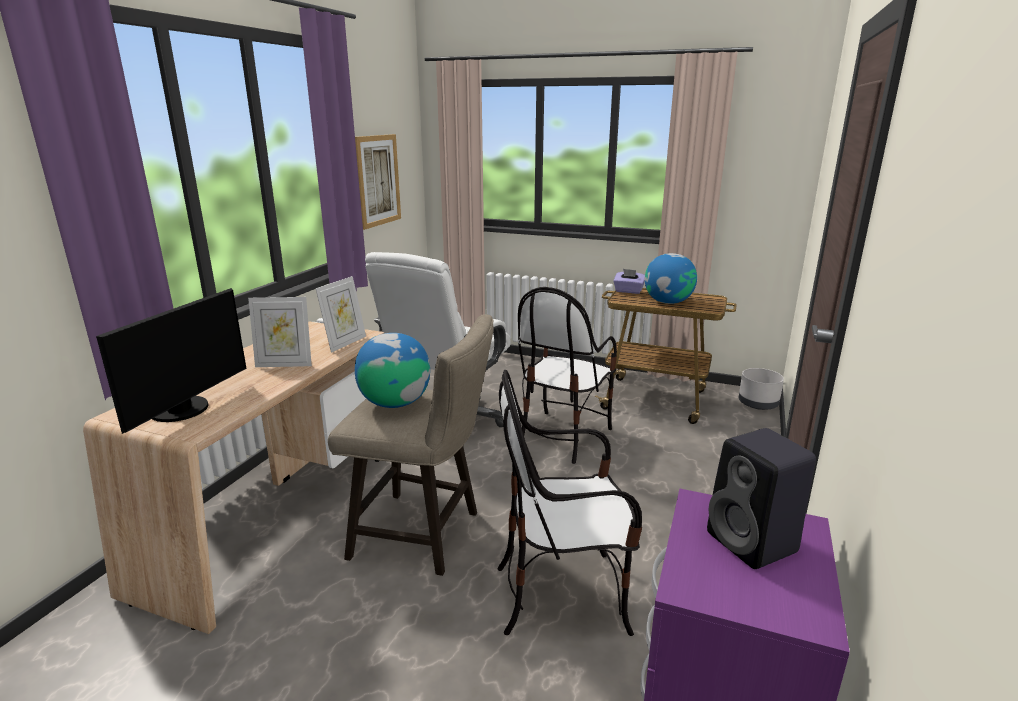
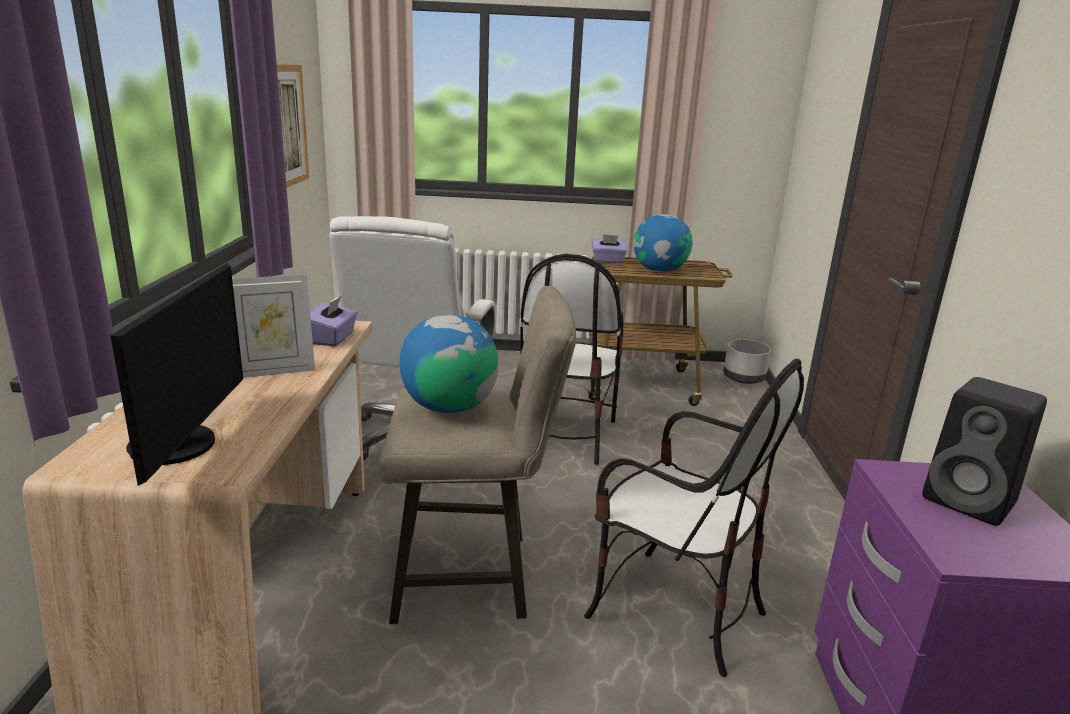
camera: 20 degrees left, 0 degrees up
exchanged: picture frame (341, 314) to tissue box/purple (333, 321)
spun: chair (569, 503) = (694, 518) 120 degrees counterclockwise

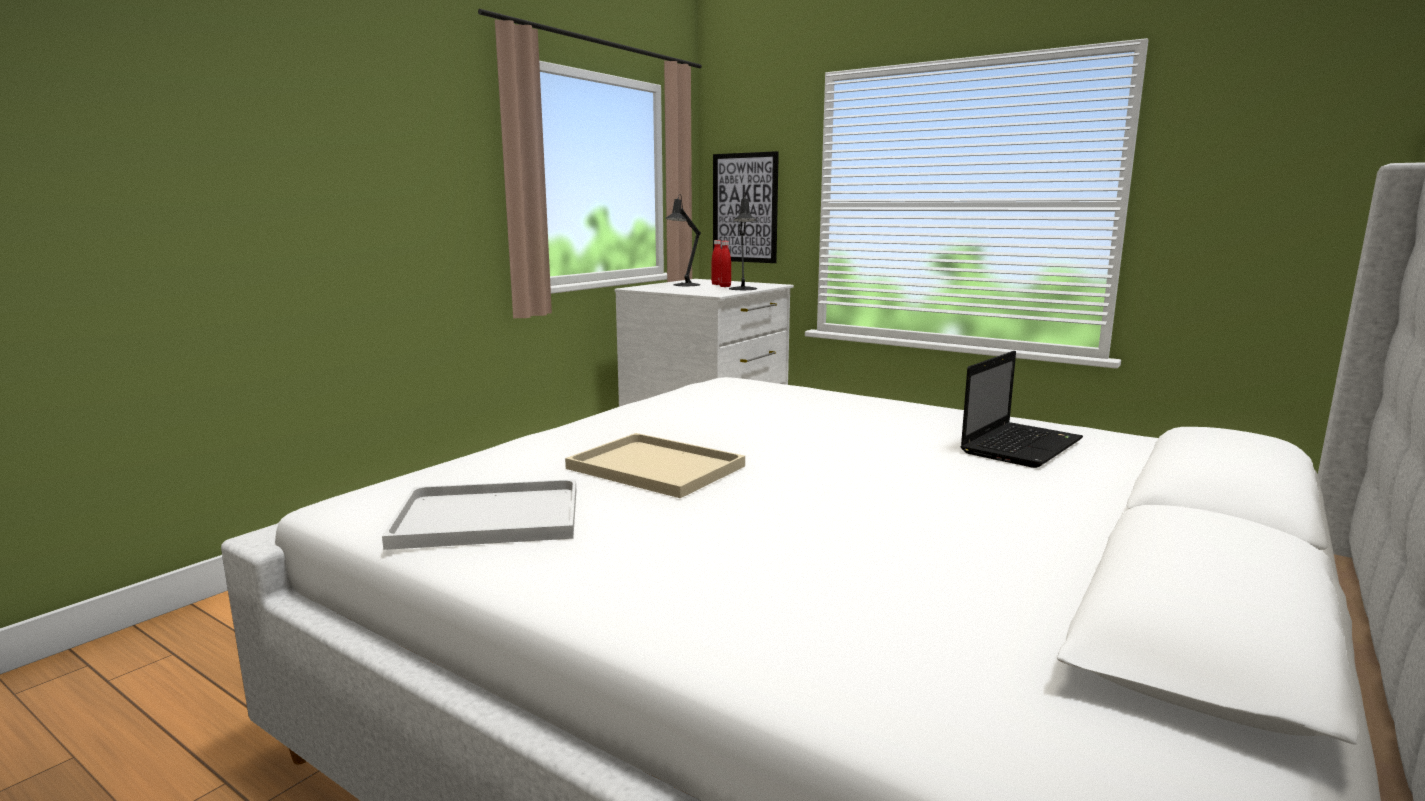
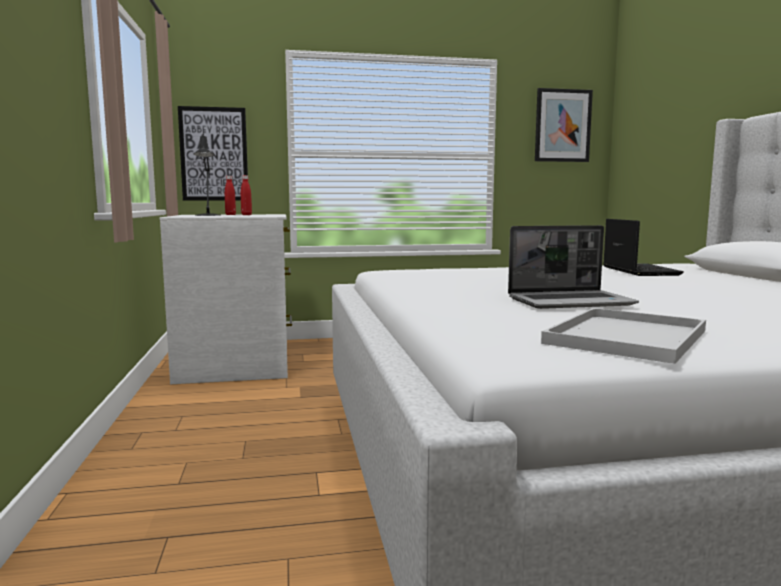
camera: 45 degrees left, 5 degrees down
missing: table lamp/black (743, 241)
appeared: picture (564, 125)
exchanged: tray/beige (655, 465) to laptop (573, 267)

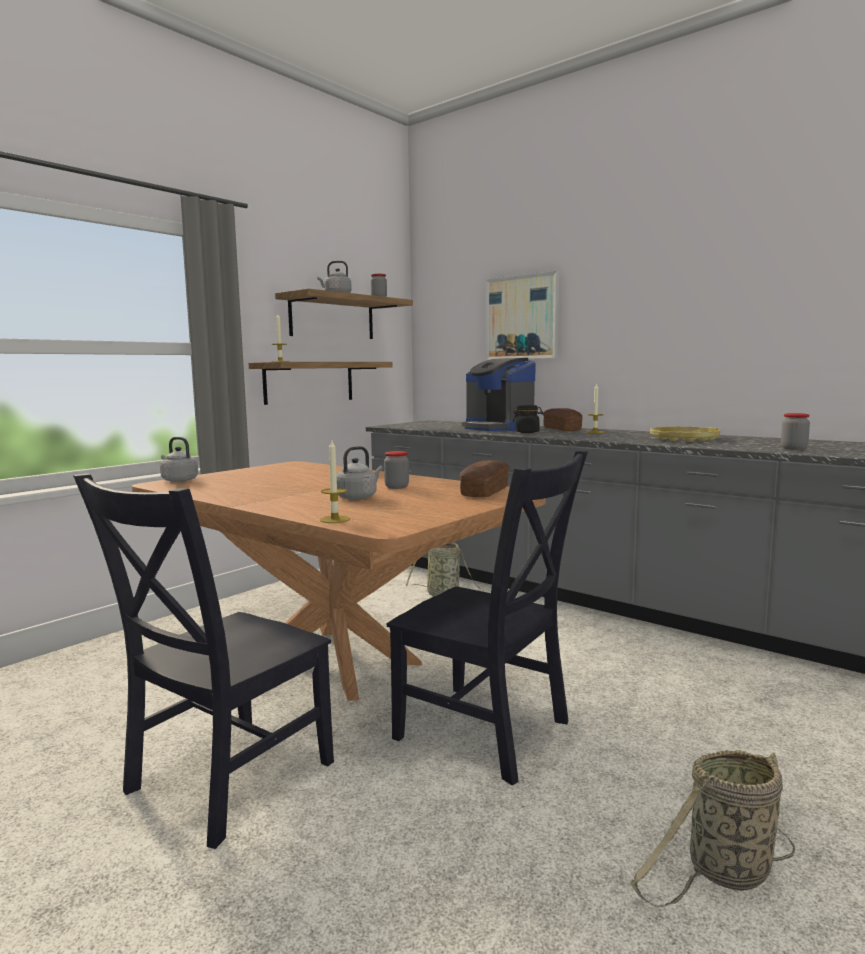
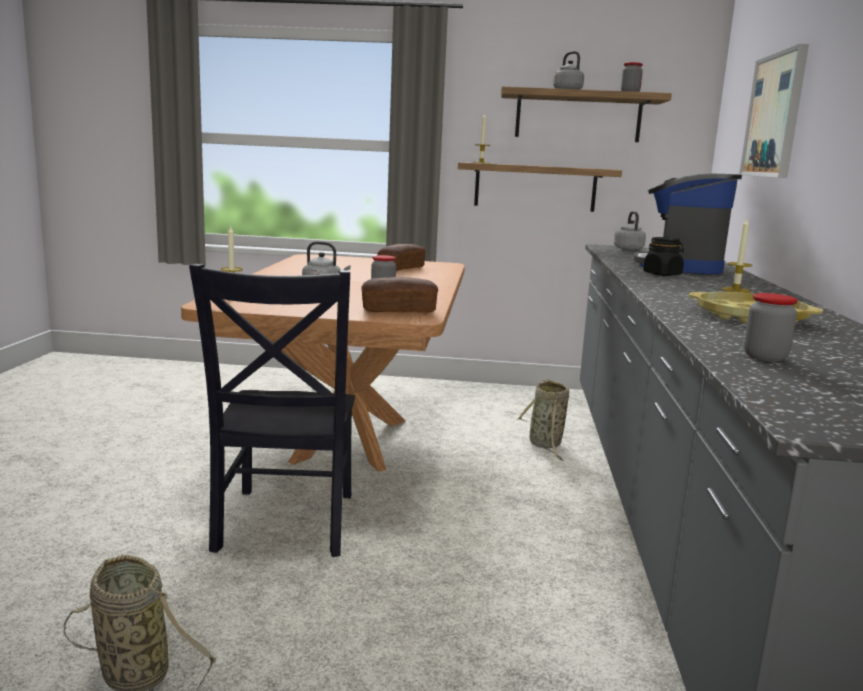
camera: 55 degrees right, 5 degrees up
missing: chair/black (203, 661)
relocated: kettle/grey (179, 459) to (630, 230); bread (562, 419) to (401, 257)

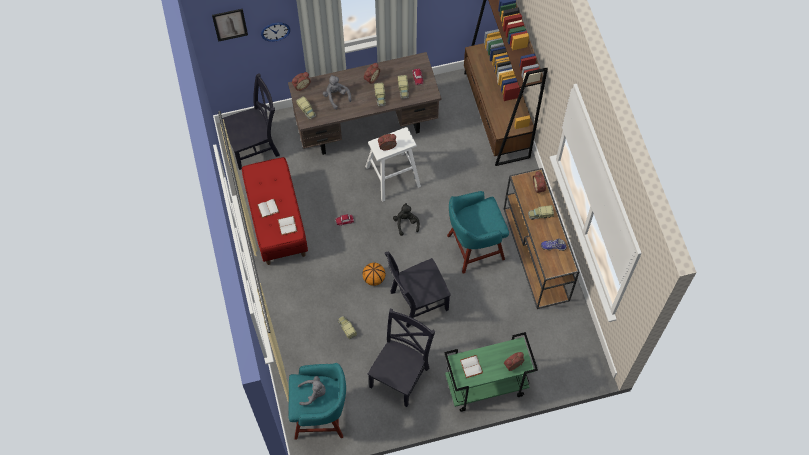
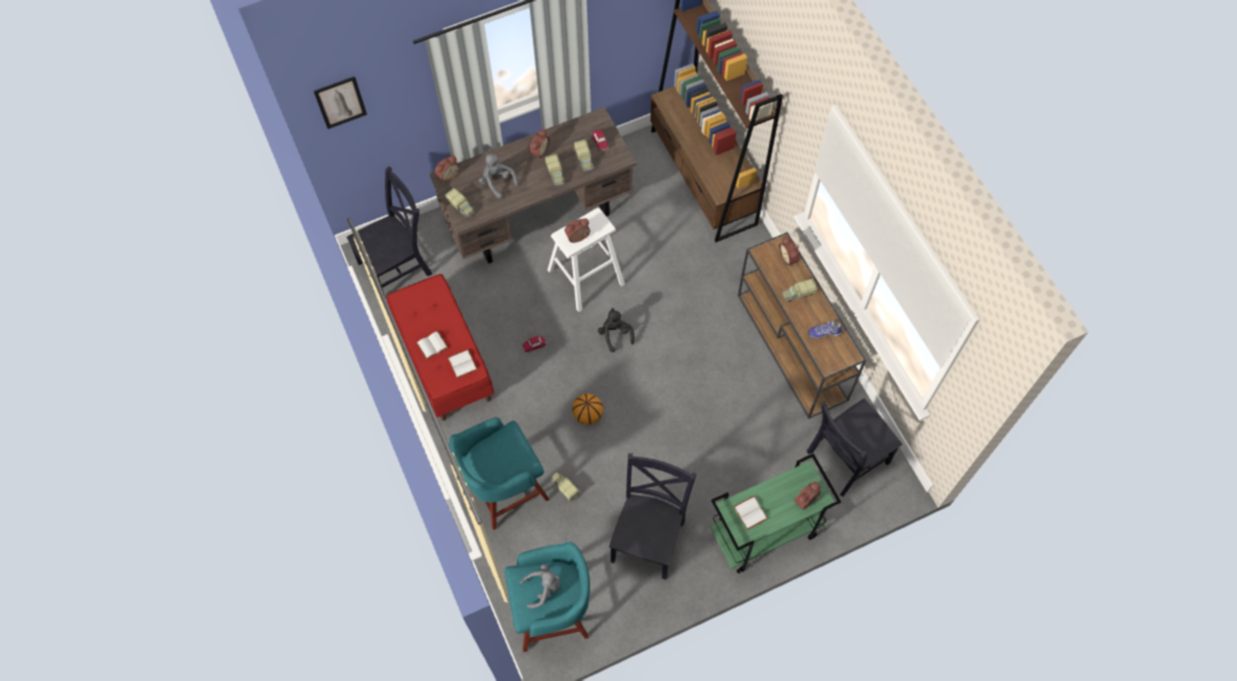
camera: 10 degrees left, 0 degrees up
missing: wall clock (275, 32)
relocated: chair/black (418, 290) to (854, 448); stool/turquoise (478, 232) to (499, 473)

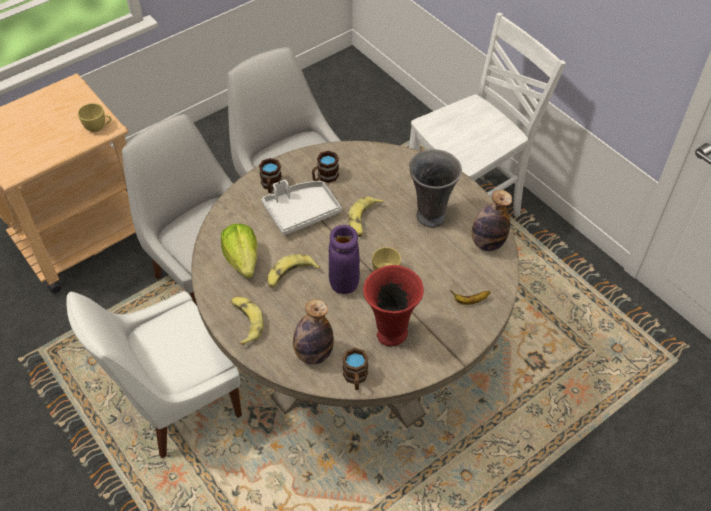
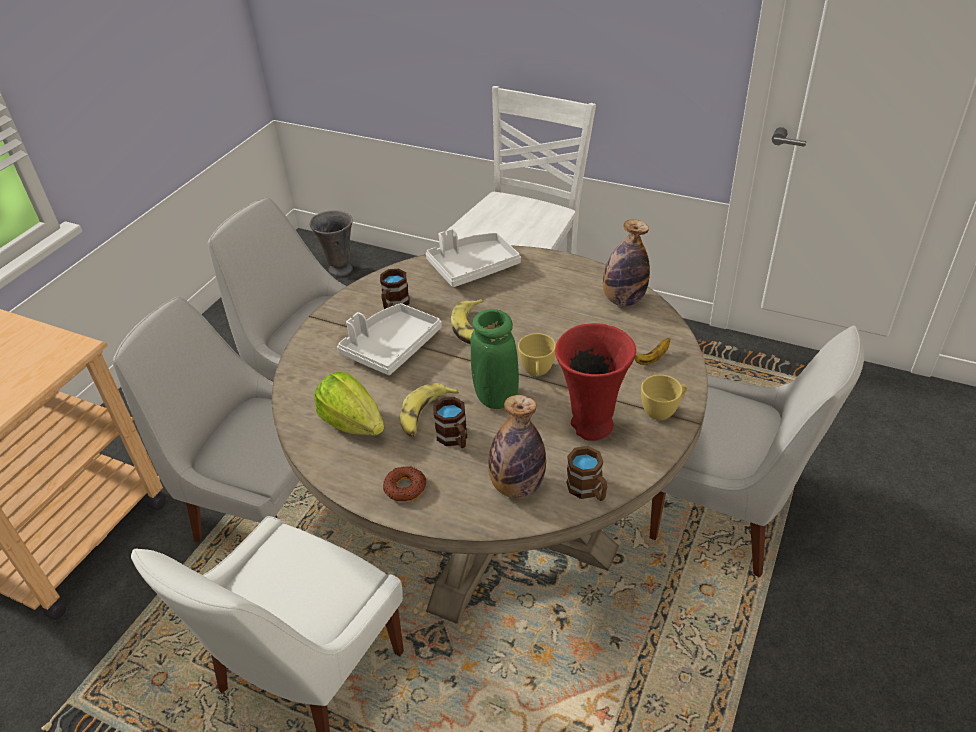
camera: 25 degrees left, 10 degrees down
appeared: tray/white (473, 258); chair/white (757, 451)
relocated: cup/yellow (94, 117) to (664, 397); mug/brown (270, 175) to (450, 422); vase/grey (435, 188) to (331, 243)
exchanged: banana (247, 321) to donut (404, 484)
colour: vase/purple (344, 259) to vase/green (495, 359)

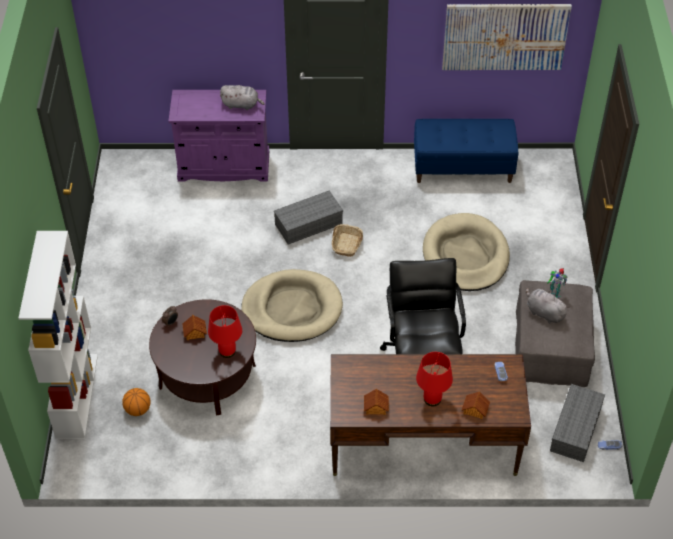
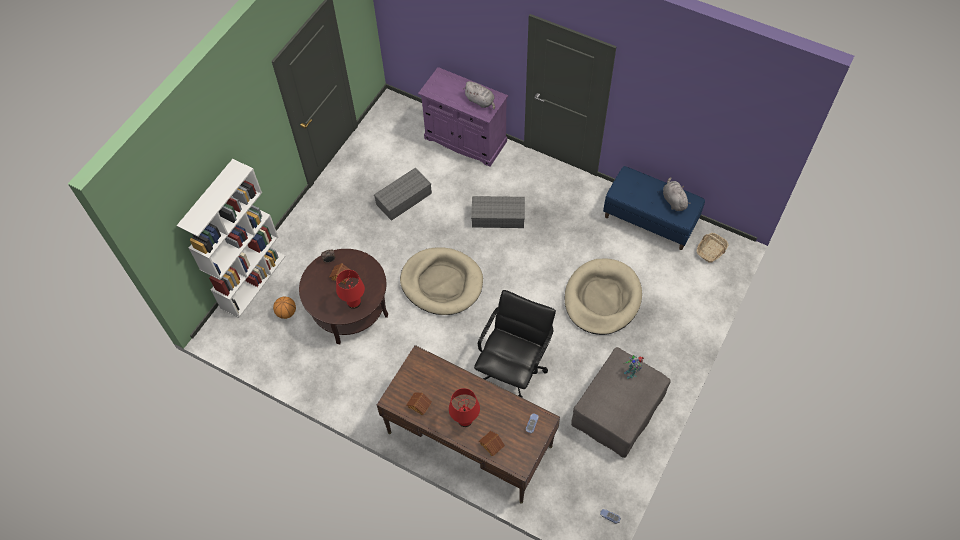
camera: 30 degrees right, 10 degrees up
missing: picture (507, 37)
relocated: basket (347, 240) to (712, 248); plush toy/grey (548, 305) to (677, 194); storage box/grey (577, 423) to (403, 194)

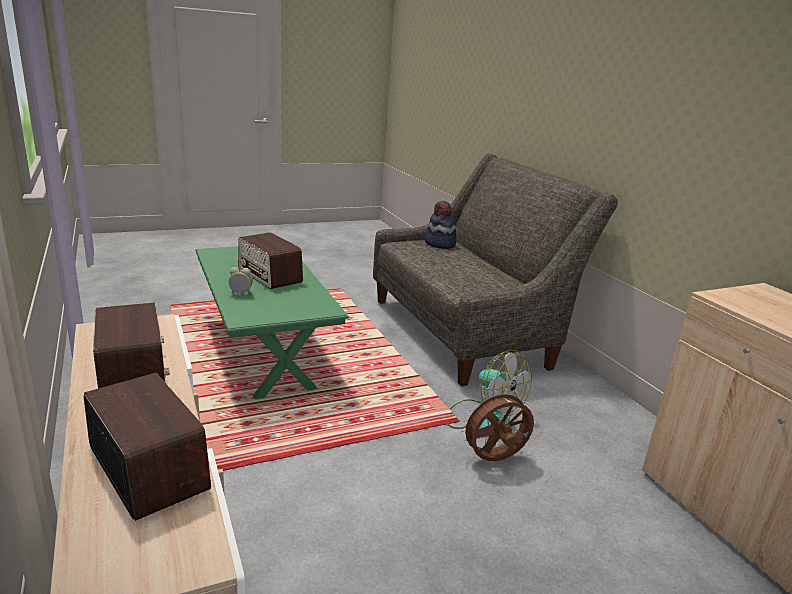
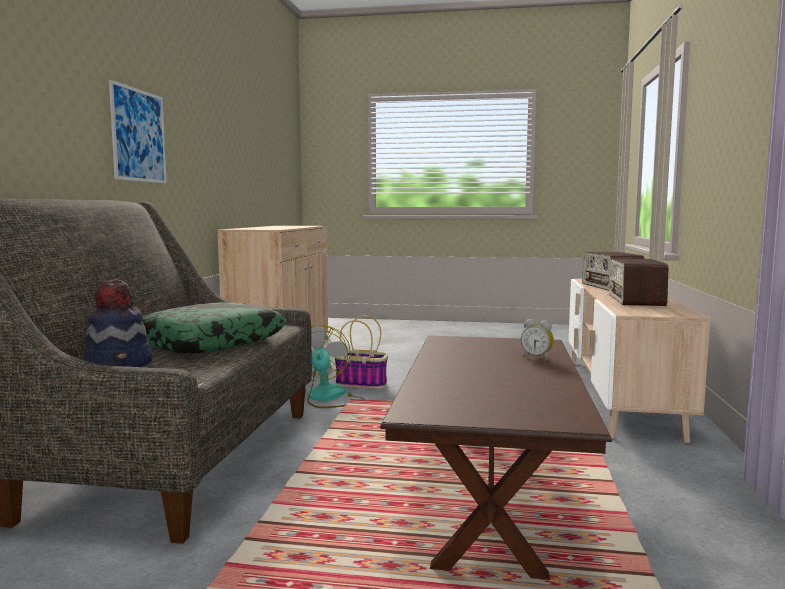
camera: 145 degrees left, 15 degrees down
missing: radio (270, 260)
appeared: picture (138, 131); pillow (214, 327)
exchanged: fan/brown (497, 425) to basket (361, 352)
colour: coffee table/green (272, 322) to coffee table/brown (496, 458)

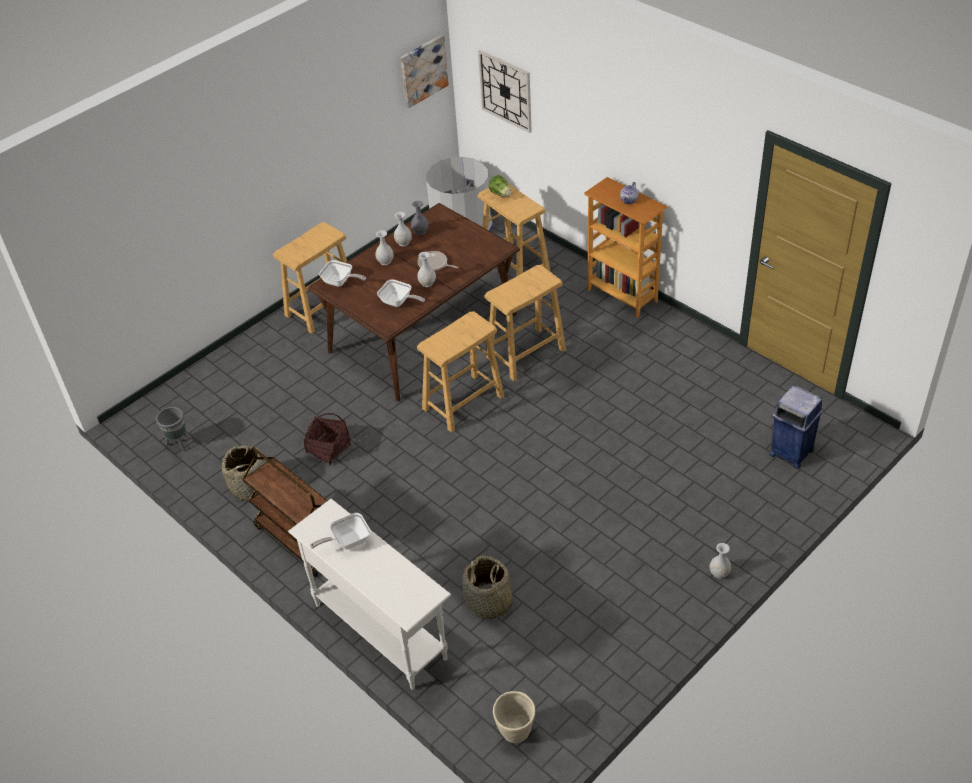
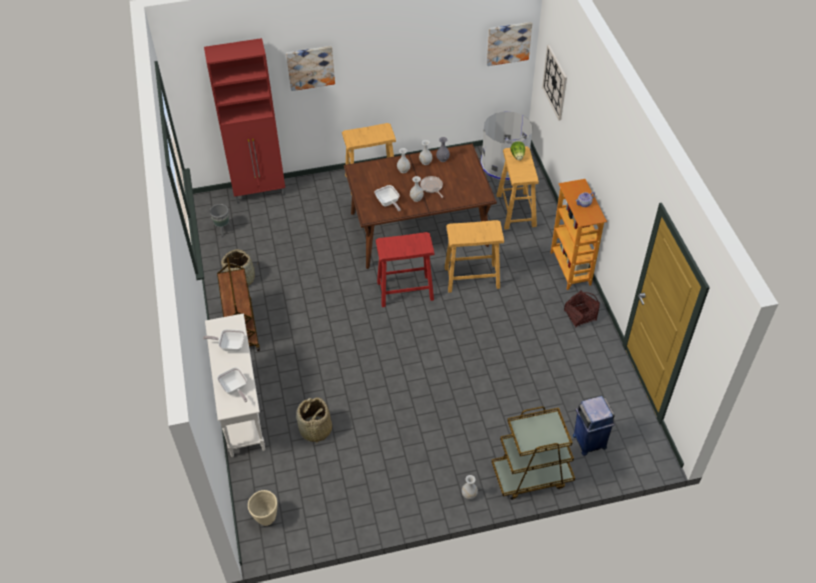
camera: 30 degrees right, 5 degrees up
appeared: cabinet/red (244, 121); picture (310, 68); cart/brown (533, 453)
relocated: basket (327, 439) to (582, 309); frying pan (342, 273) to (232, 384)
colour: stool/beige (460, 372) to stool/red (405, 269)

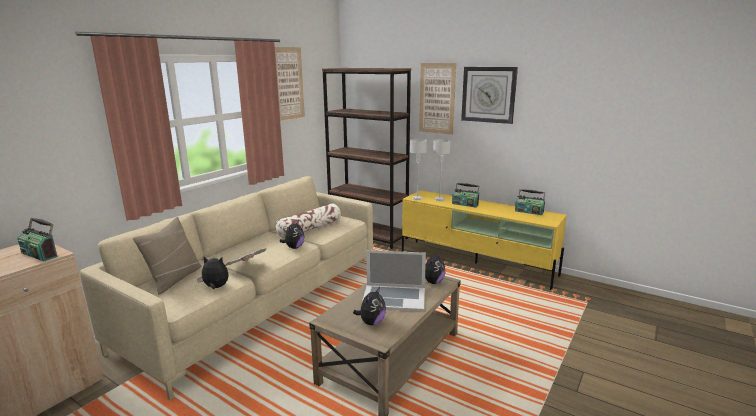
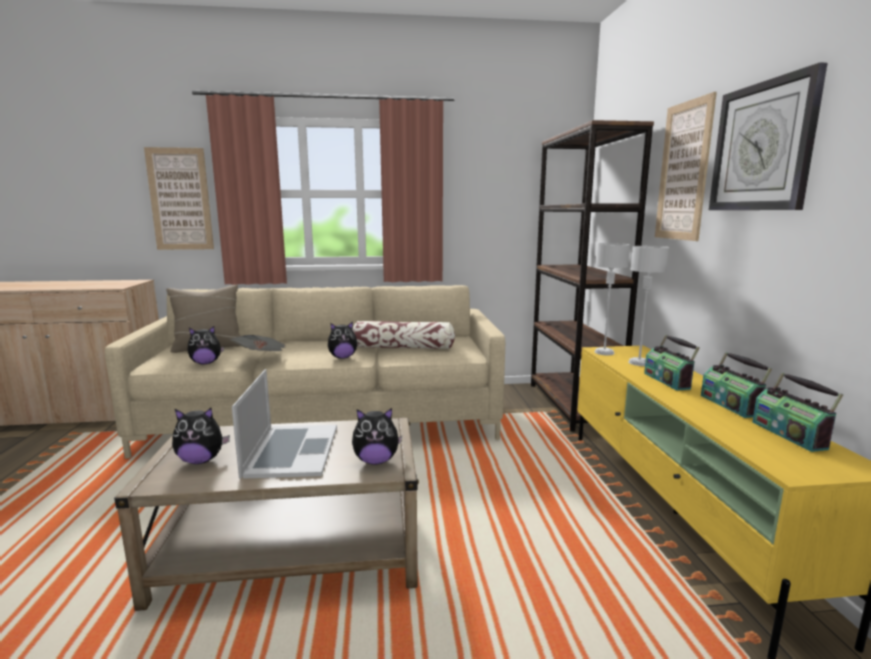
camera: 50 degrees right, 5 degrees down
relocated: radio (38, 239) to (736, 385); picture (290, 84) to (179, 198)
spun: plush toy (213, 273) = (205, 345) 105 degrees clockwise; laptop (393, 280) = (284, 424) 150 degrees counterclockwise

